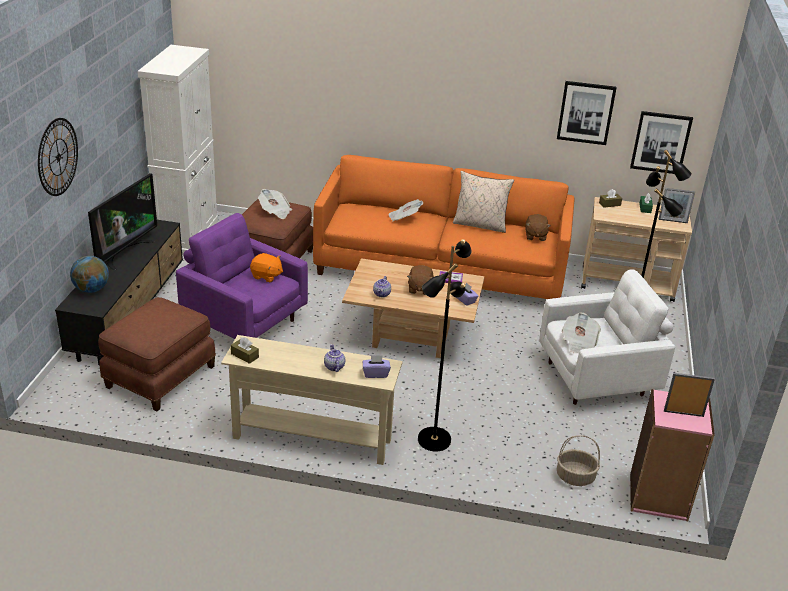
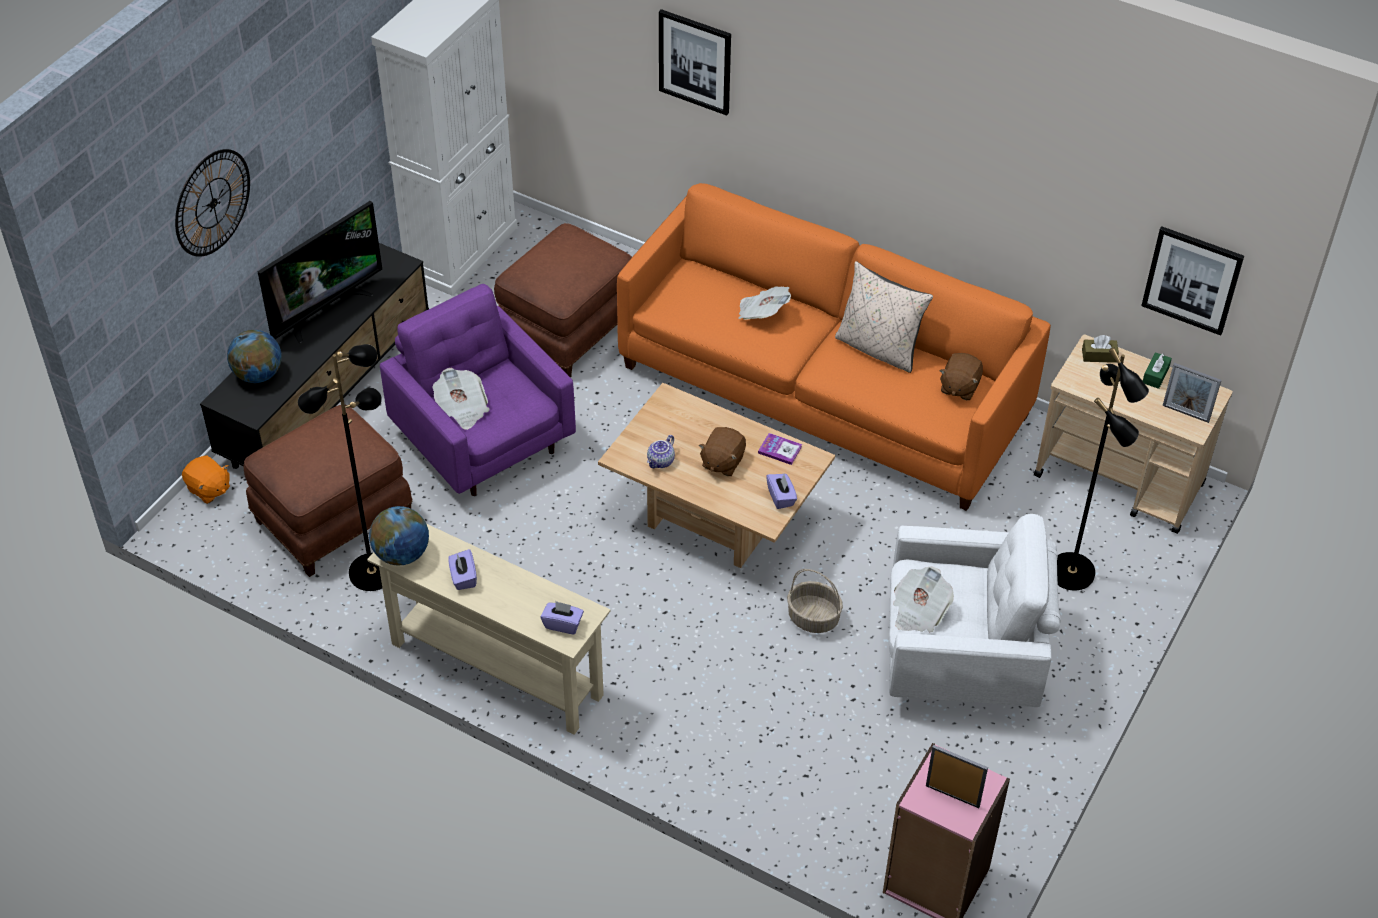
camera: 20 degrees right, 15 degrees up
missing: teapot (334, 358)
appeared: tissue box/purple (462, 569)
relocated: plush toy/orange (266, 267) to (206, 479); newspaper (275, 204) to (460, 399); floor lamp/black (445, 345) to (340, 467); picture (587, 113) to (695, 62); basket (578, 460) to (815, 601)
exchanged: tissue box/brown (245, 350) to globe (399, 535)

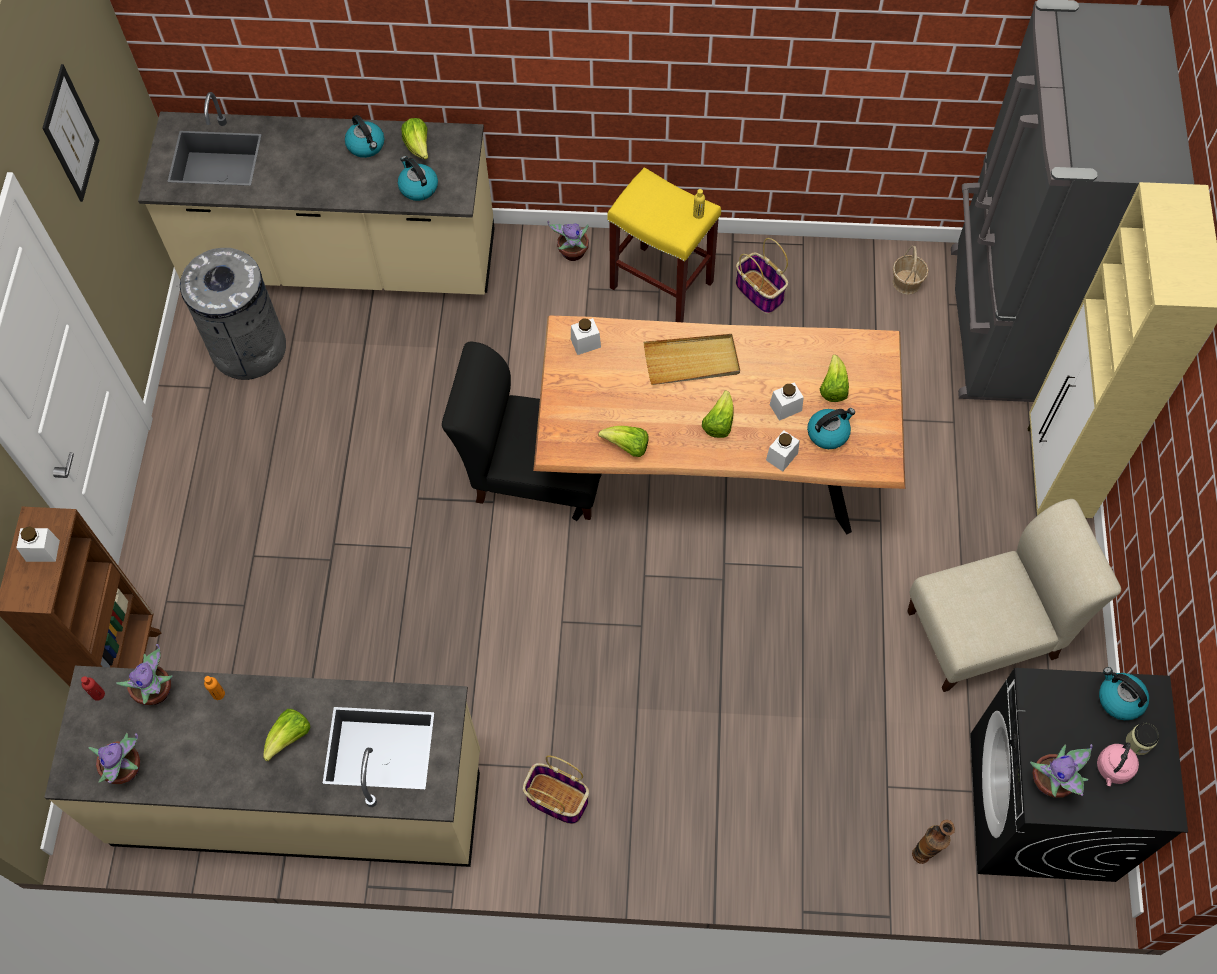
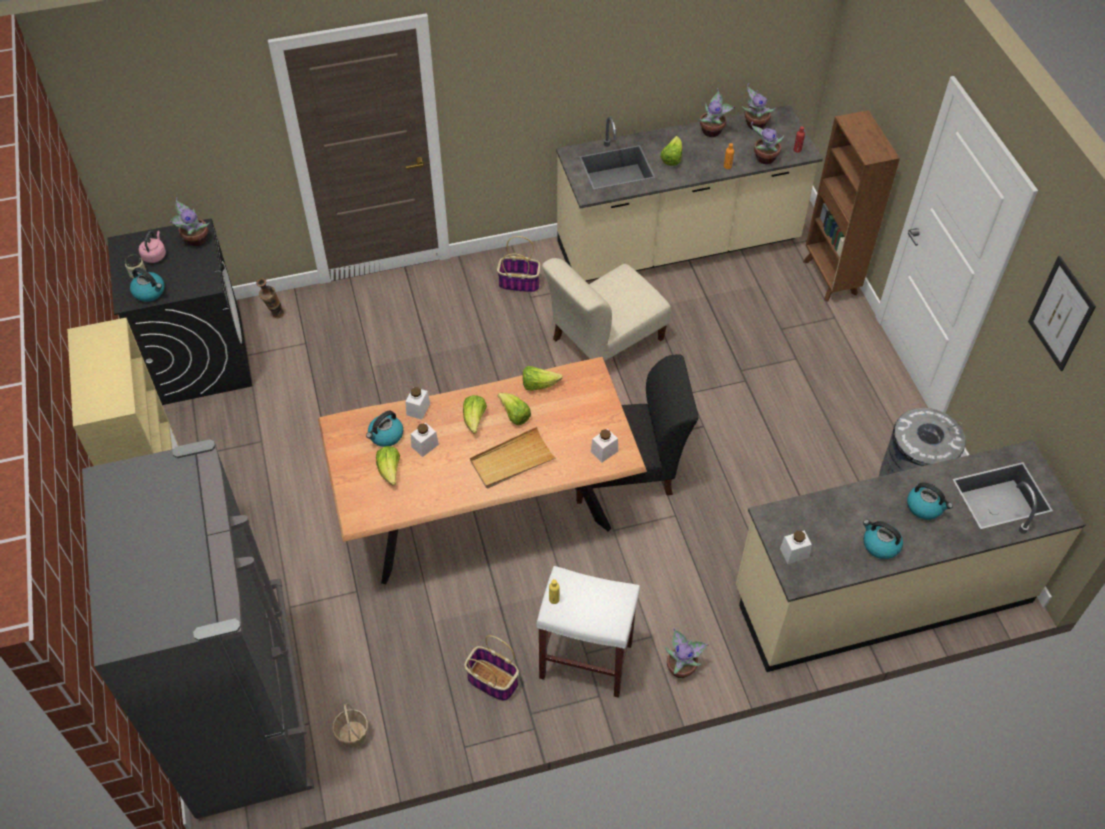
camera: 160 degrees right, 10 degrees down
appeared: potted plant (717, 112)
relocated: jar/white (38, 544) to (796, 547); kettle (418, 178) to (930, 501); lettuce (414, 139) to (514, 409); chair/beige (1014, 595) to (606, 310)
colour: stool/yellow (664, 244) to stool/white (588, 632)

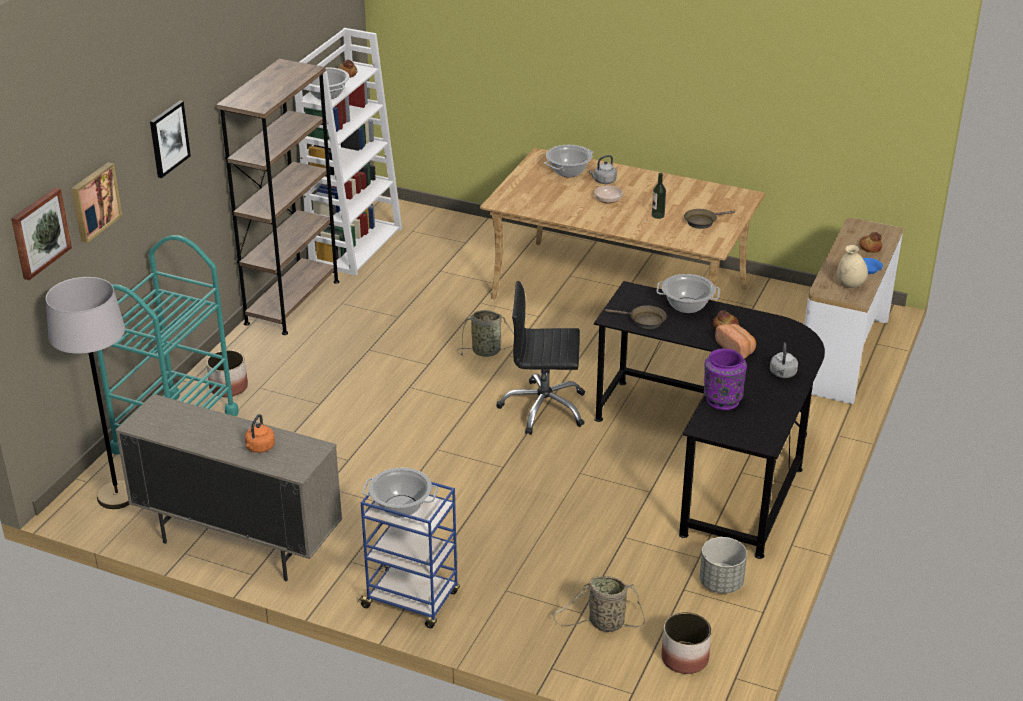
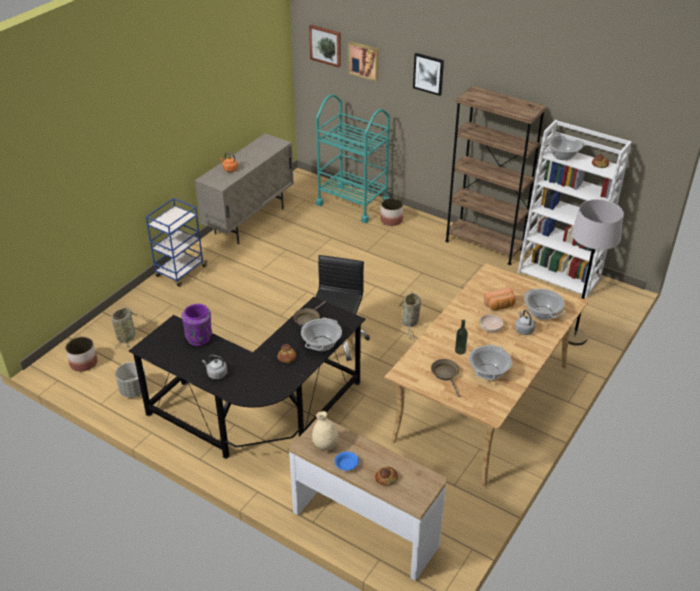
camera: 100 degrees right, 5 degrees up
relocated: floor lamp/grey (88, 393) to (596, 272); cooking pot (400, 492) to (490, 362); bread (735, 341) to (500, 299)

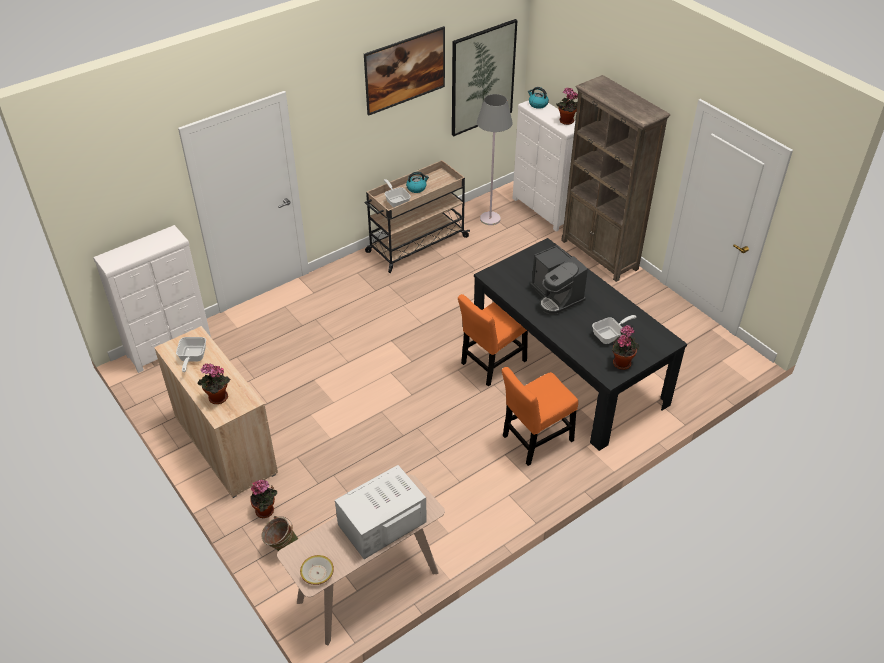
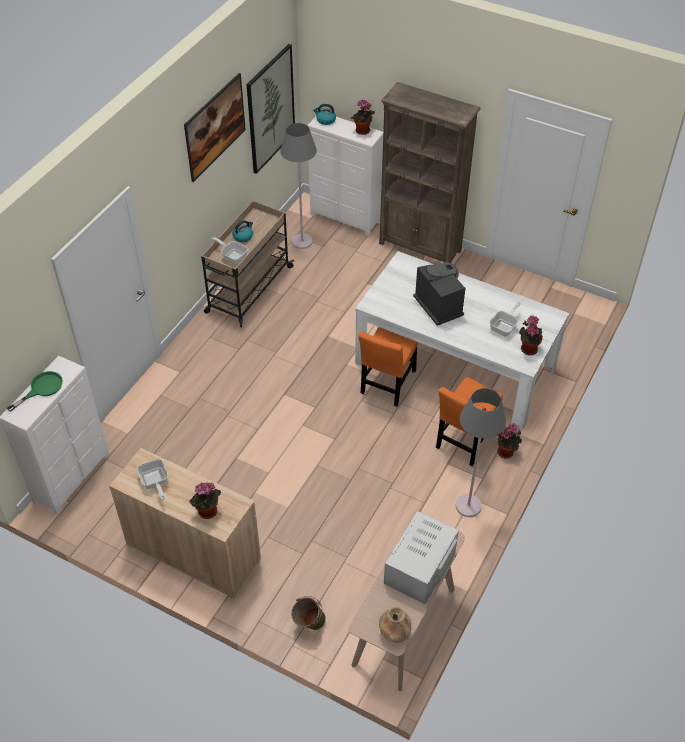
camera: 25 degrees left, 5 degrees up
appeared: frying pan/green (35, 391); floor lamp/grey (481, 452)
relocated: potted plant (263, 499) to (509, 441)
exchanged: bowl (317, 570) to vase/brown (395, 624)
colour: dining table/black (580, 344) to dining table/white (462, 341)
spun: coffee machine (559, 280) = (439, 294) 150 degrees counterclockwise

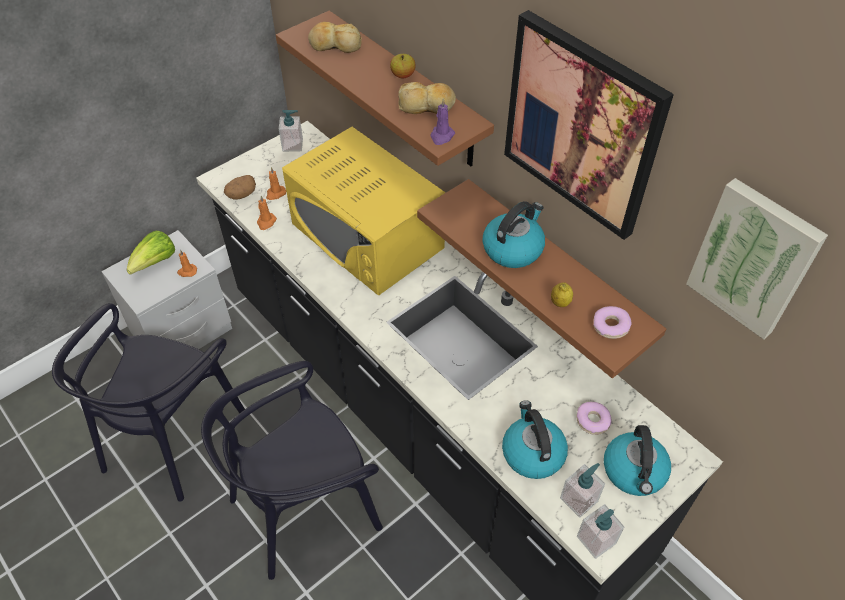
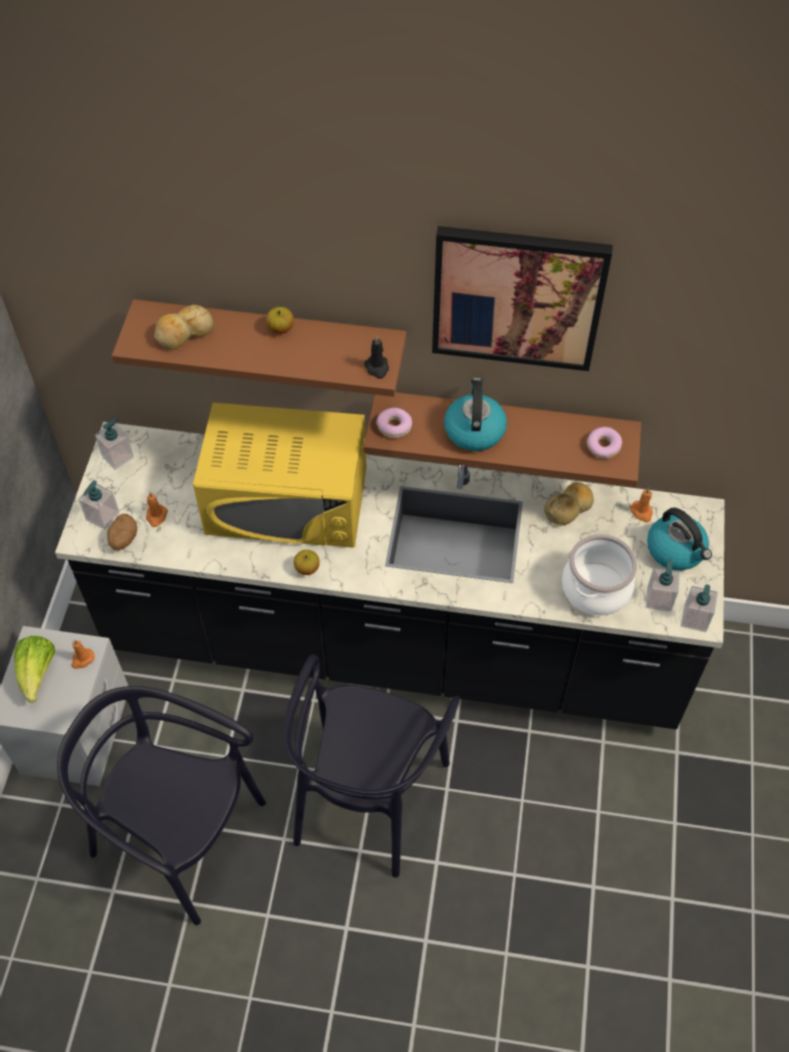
camera: 40 degrees left, 5 degrees up
missing: lemon (562, 294); picture (757, 259)
appeared: soap dispenser (99, 505); apple (307, 562)
relocated: candle/orange (267, 213) to (641, 505); bread (427, 98) to (569, 504); donut (594, 418) to (394, 423)
exchanged: kettle (535, 439) to cooking pot (599, 575)
colour: candle/purple (442, 121) to candle/black (376, 357)
spun: chair/black (148, 402) = (161, 805) 135 degrees clockwise

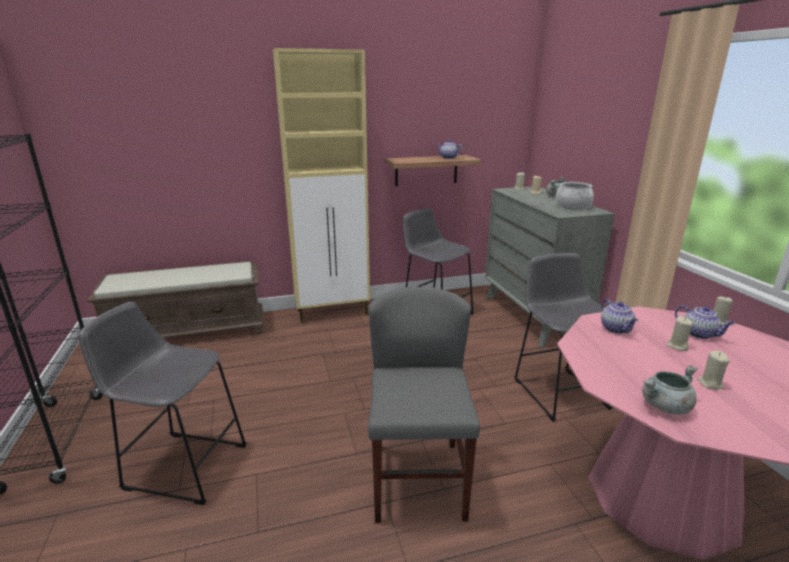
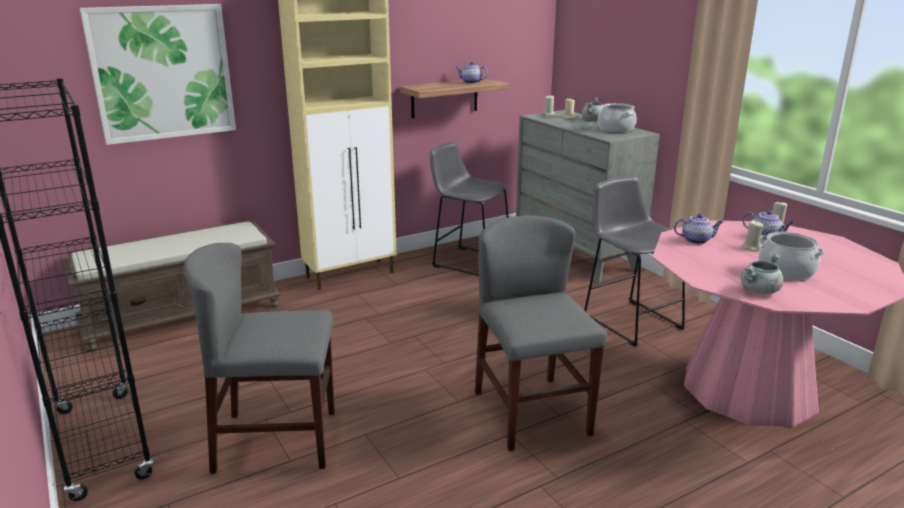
camera: 15 degrees left, 0 degrees up
appeared: picture (158, 74)
exchanged: stool/grey (162, 403) to chair/grey (259, 358); candle/beige (713, 370) to cooking pot (792, 256)
spun: teapot (619, 316) = (698, 229) 60 degrees counterclockwise

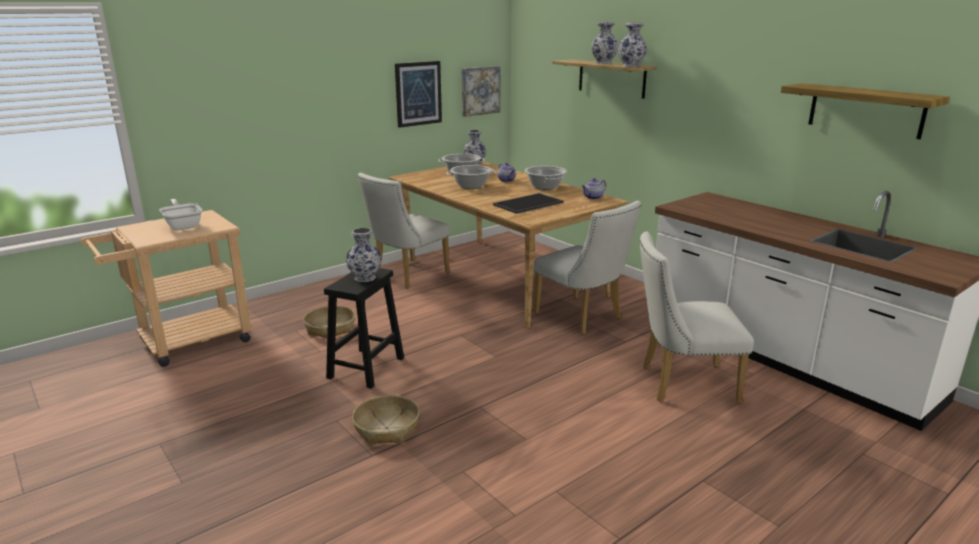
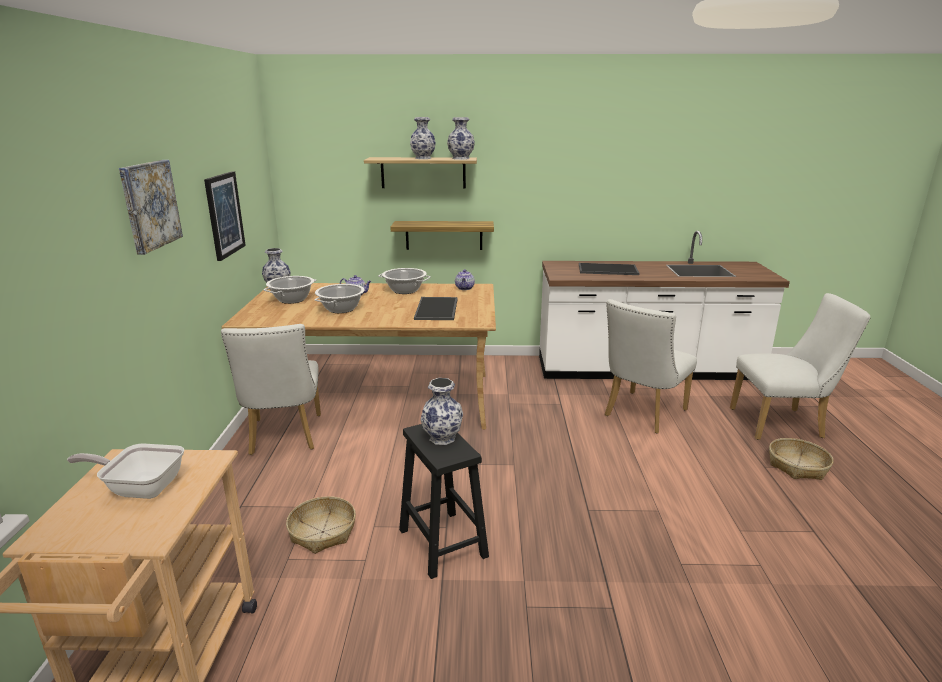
camera: 50 degrees left, 0 degrees up
appeared: tray (609, 269)
relocated: basket (385, 420) to (801, 459); picture (481, 91) to (151, 207); chair/white (588, 267) to (800, 366); shelf (865, 111) to (442, 235)

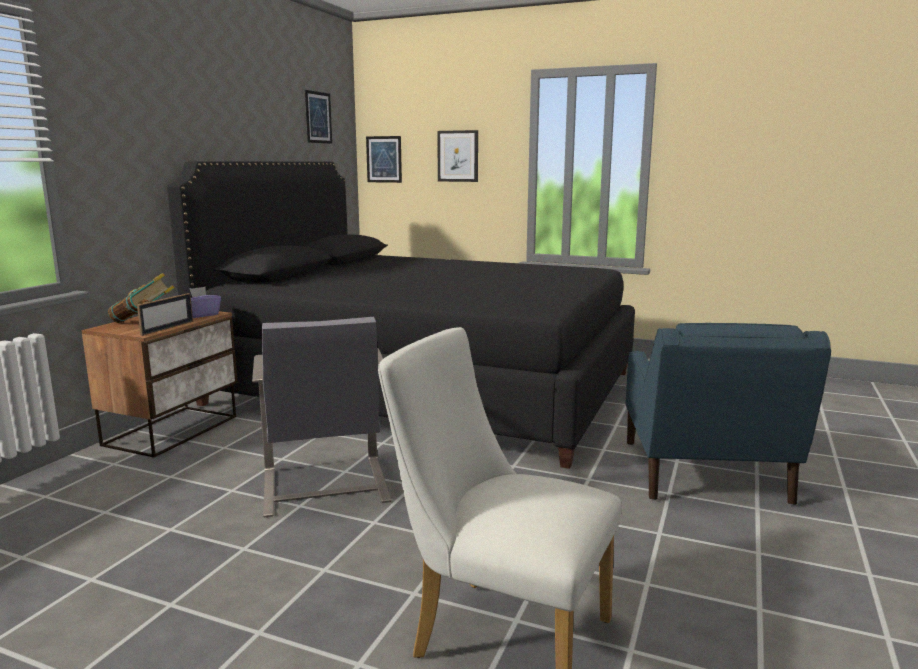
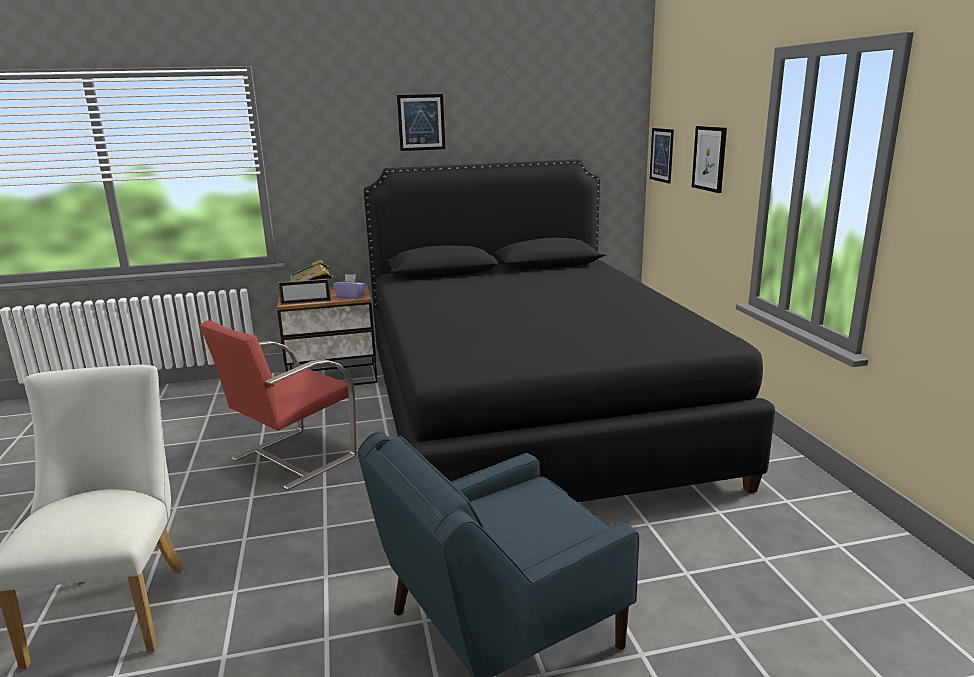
camera: 55 degrees right, 5 degrees up
relocated: picture (318, 117) to (421, 122)
colour: chair/grey (321, 417) to chair/red (278, 405)

